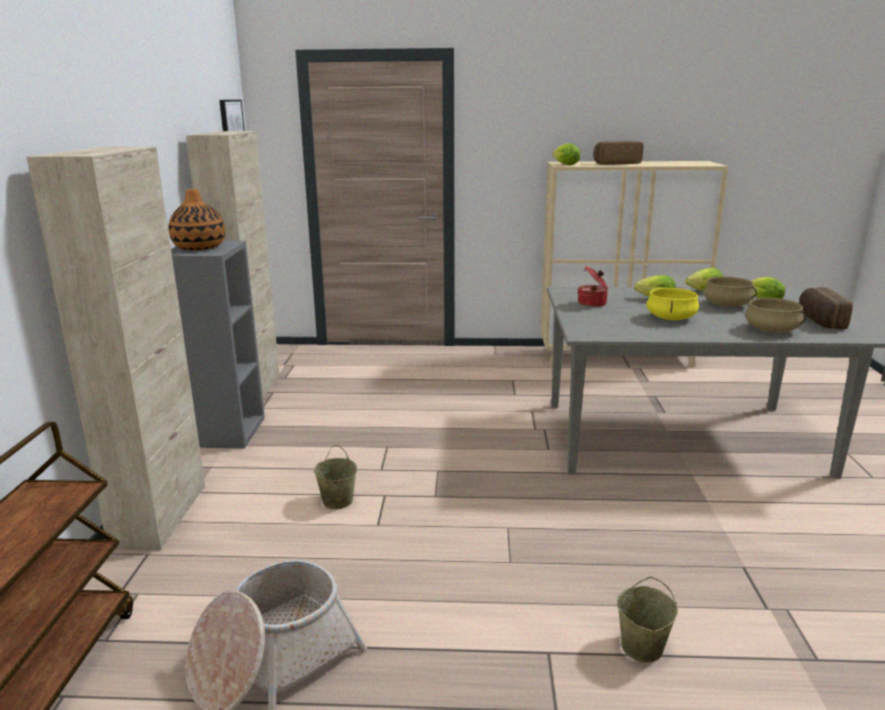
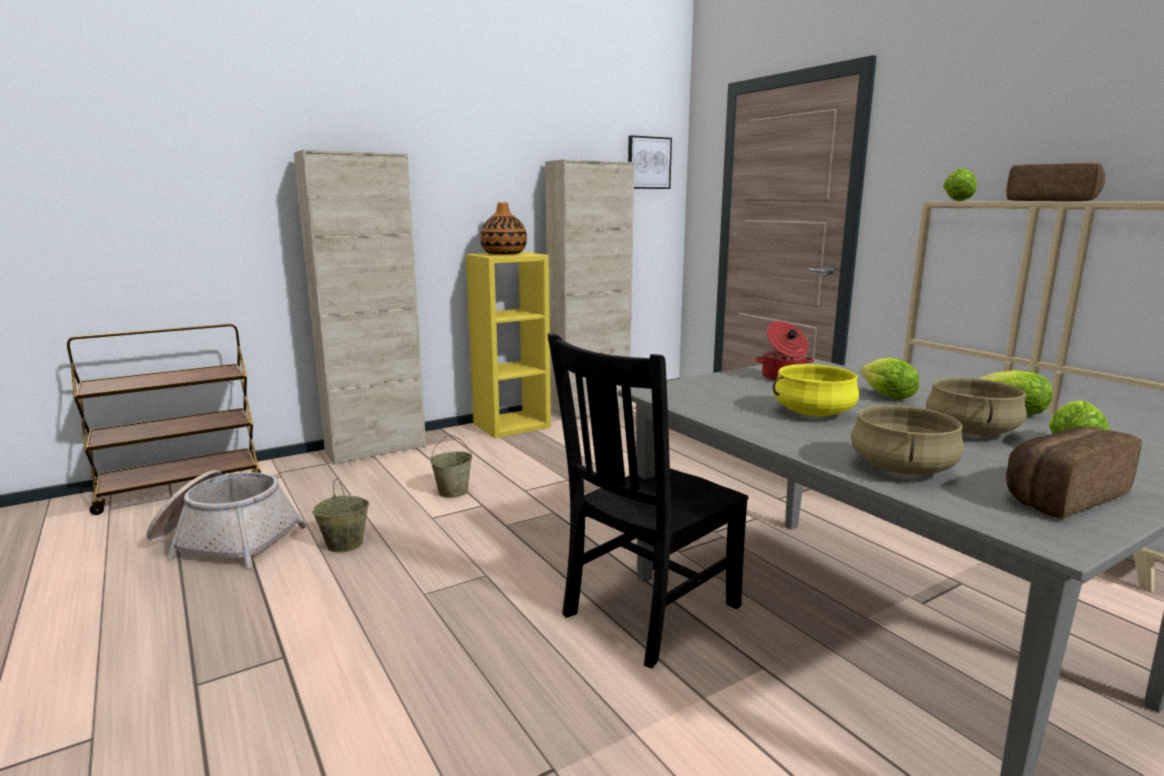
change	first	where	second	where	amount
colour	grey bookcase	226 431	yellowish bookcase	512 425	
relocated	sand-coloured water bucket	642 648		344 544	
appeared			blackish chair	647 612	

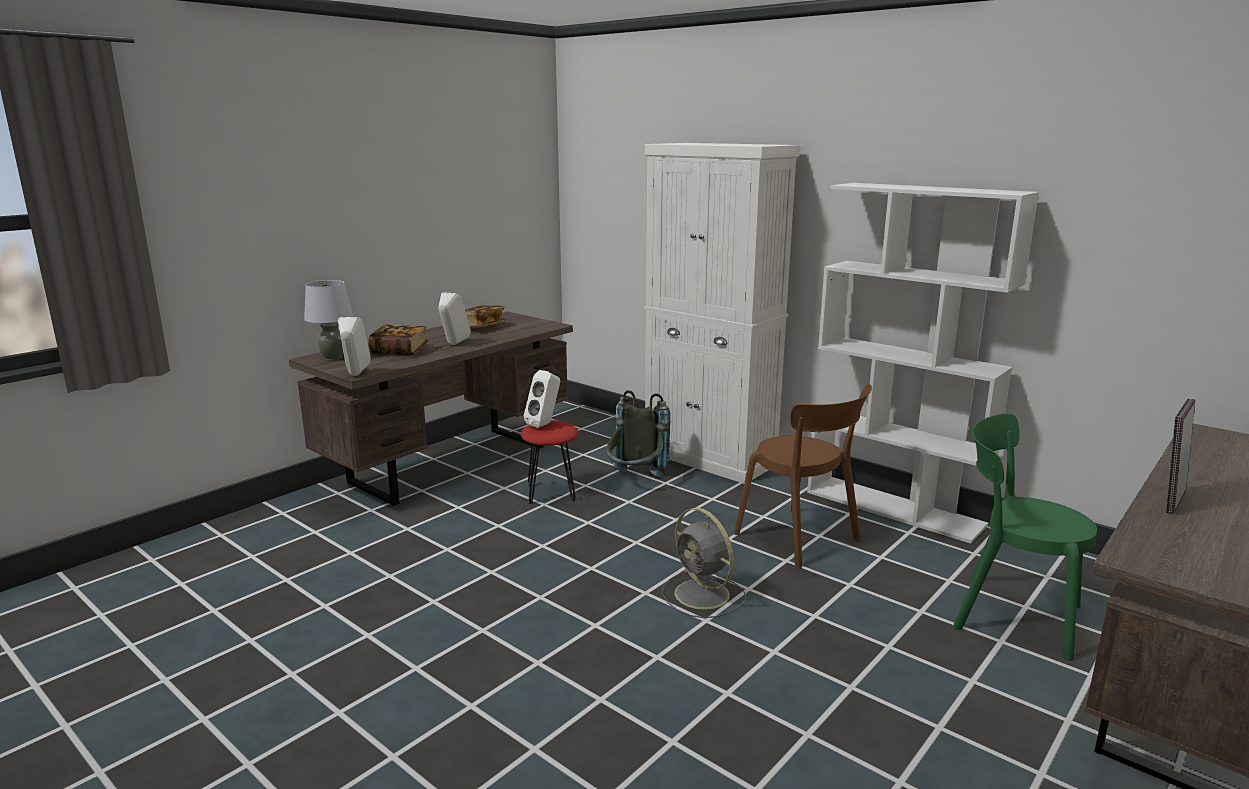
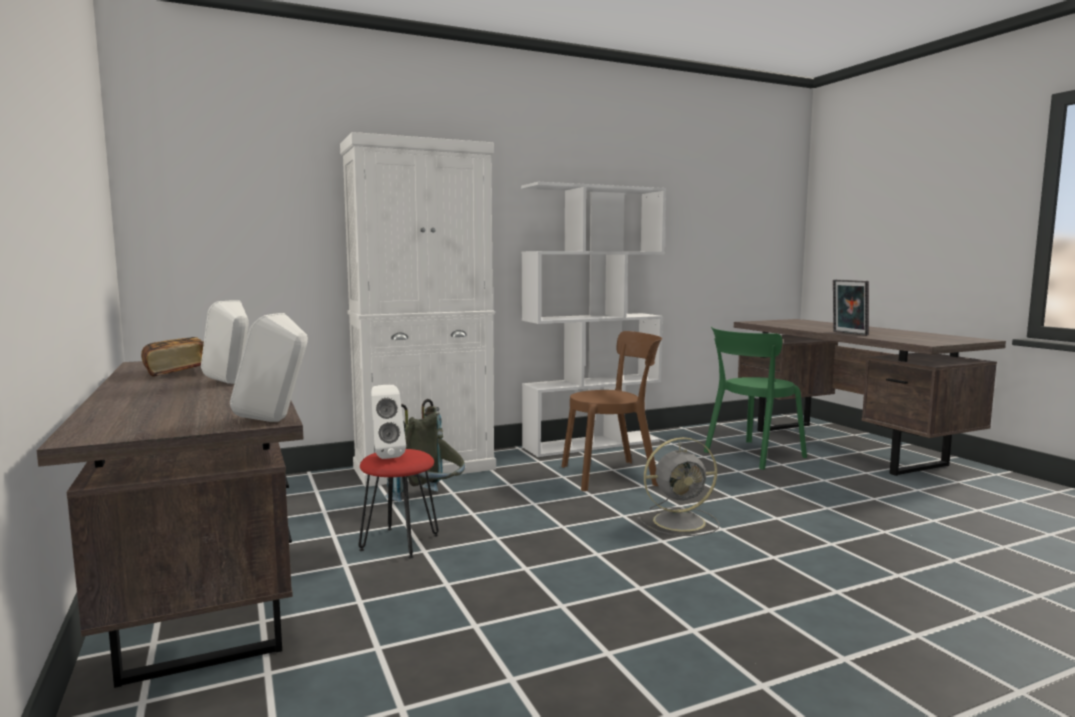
change	first	where	second	where	amount
missing	grey lamp for a table	333 358			
missing	volume	399 351			

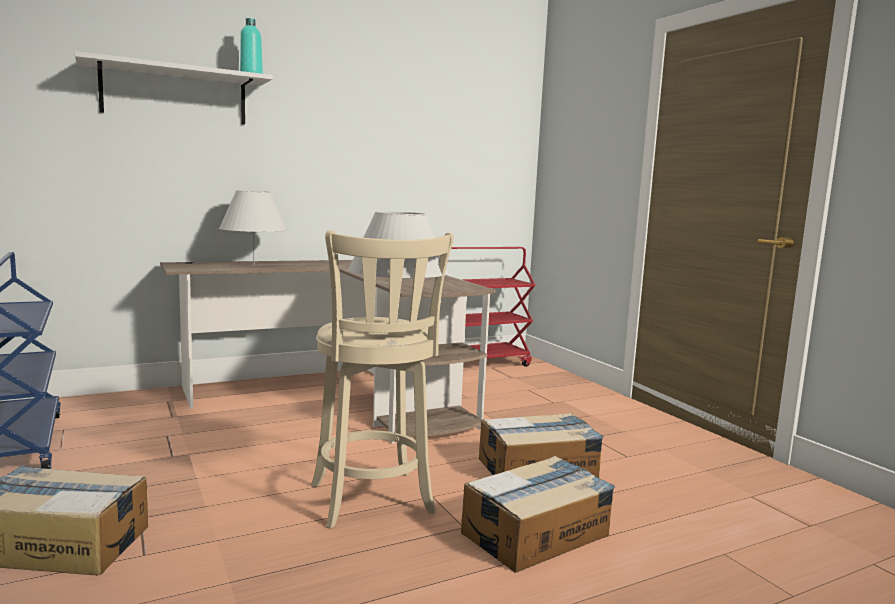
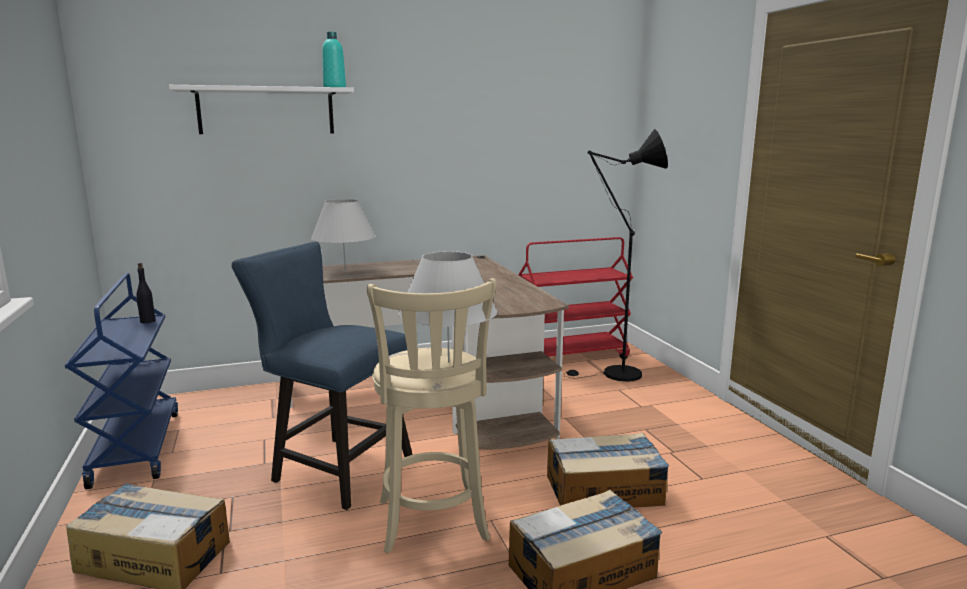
change	first	where	second	where	amount
appeared			blackish drink bottle	147 321	
appeared			blue chair	334 467	
appeared			blackish standing lamp	615 374	

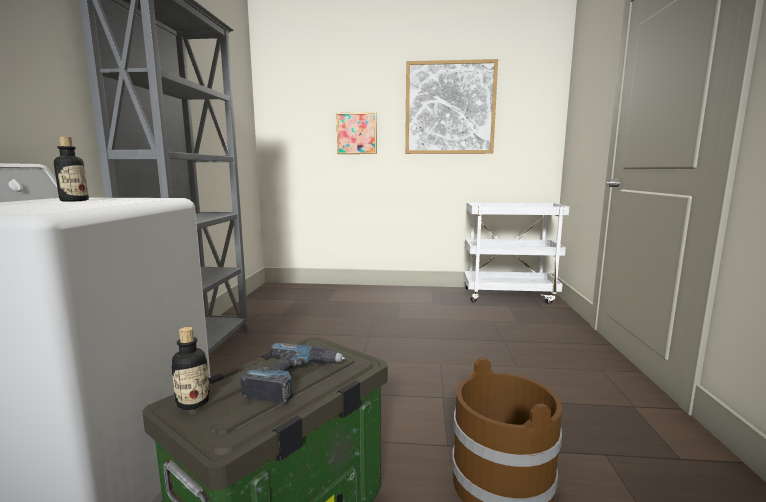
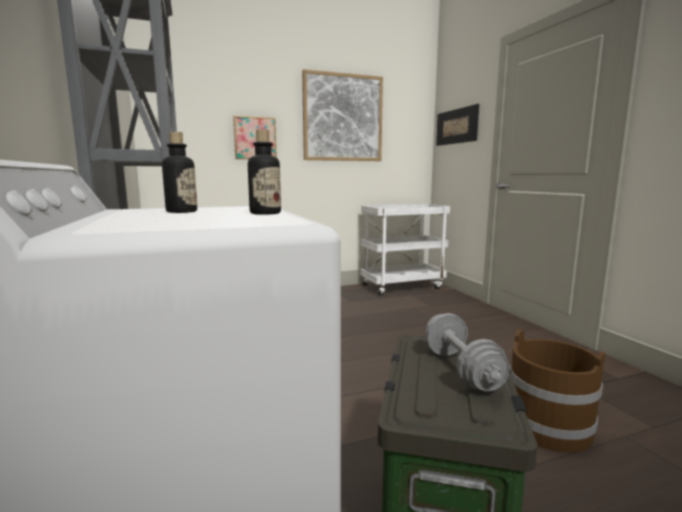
change	first	where	second	where	amount
relocated	drink bottle	193 402		265 213	
exchanged	drill	293 378	grey hand weight	461 369	
appeared			wall picture	456 126	

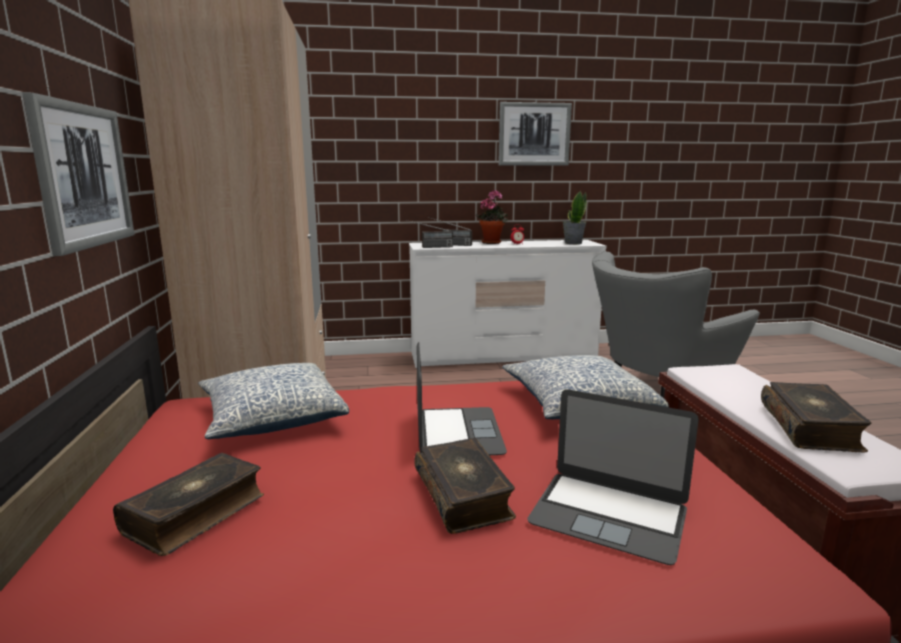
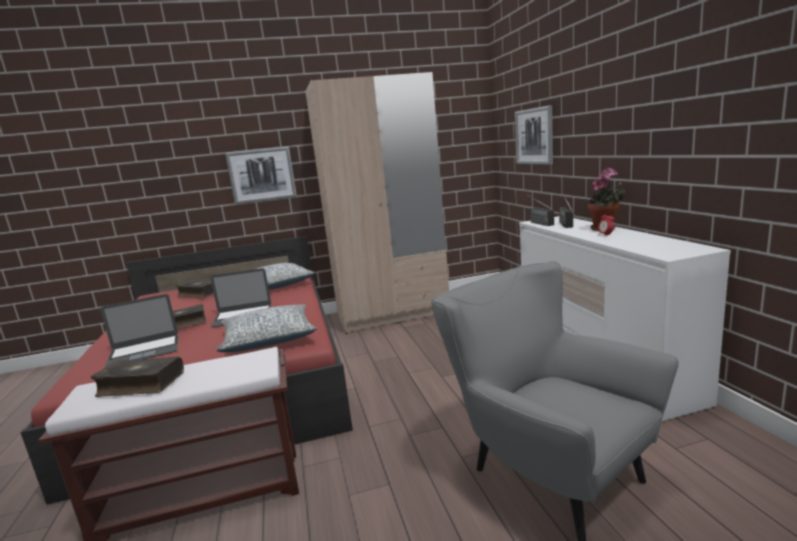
change	first	where	second	where	amount
relocated	wall picture	534 134		534 136	
spun	laptop	608 514		144 351	135 degrees counterclockwise
missing	potted plant	573 243			

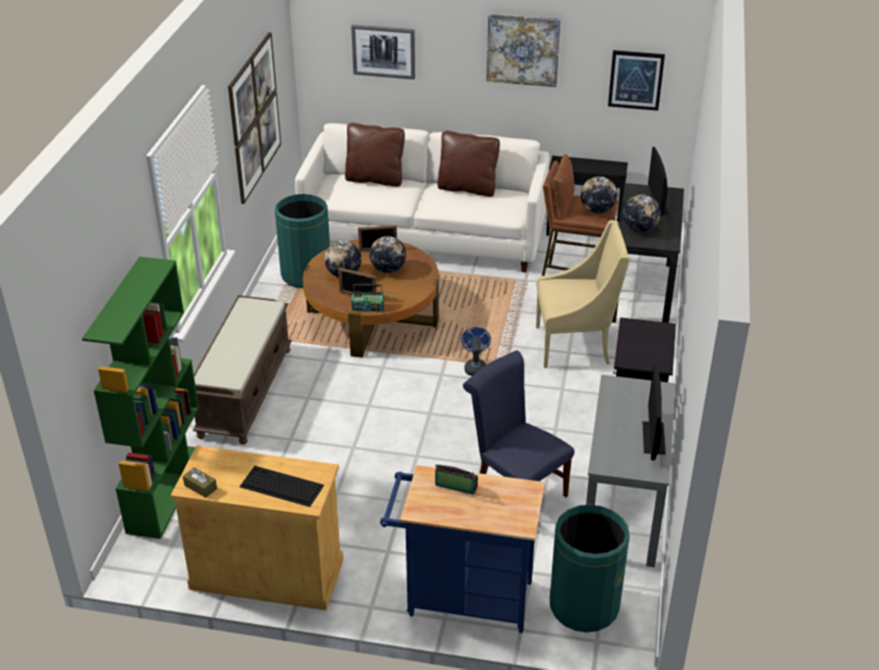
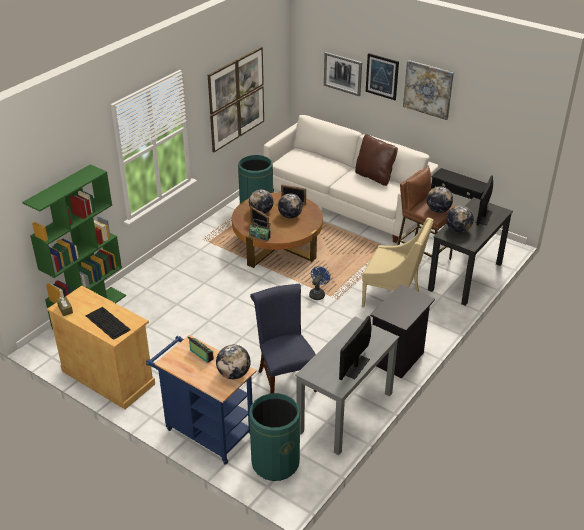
change	first	where	second	where	amount
missing	brownish bench	245 391			
missing	brownish cushion	375 179			
relocated	wall picture	636 80		382 76	
appeared			desk globe	234 374	

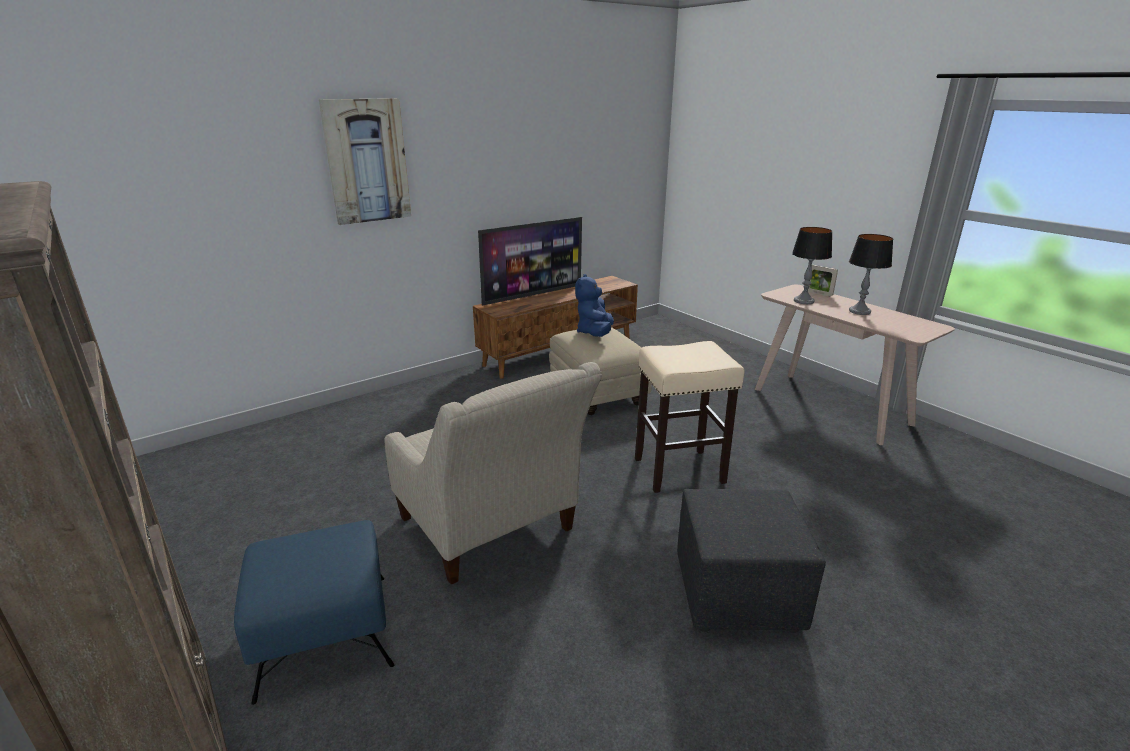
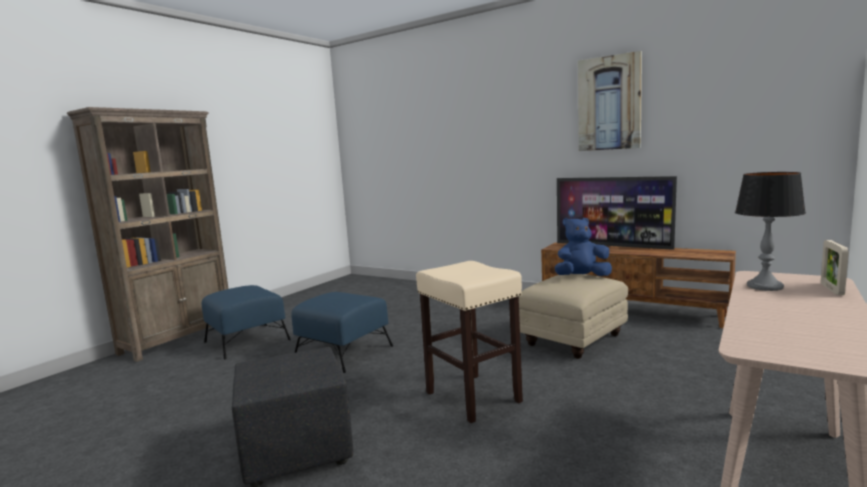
change	first	where	second	where	amount
relocated	wall picture	367 161		609 103	
exchanged	sand-coloured armchair	492 531	blue footrest	343 352	
missing	lamp for a table	859 311			

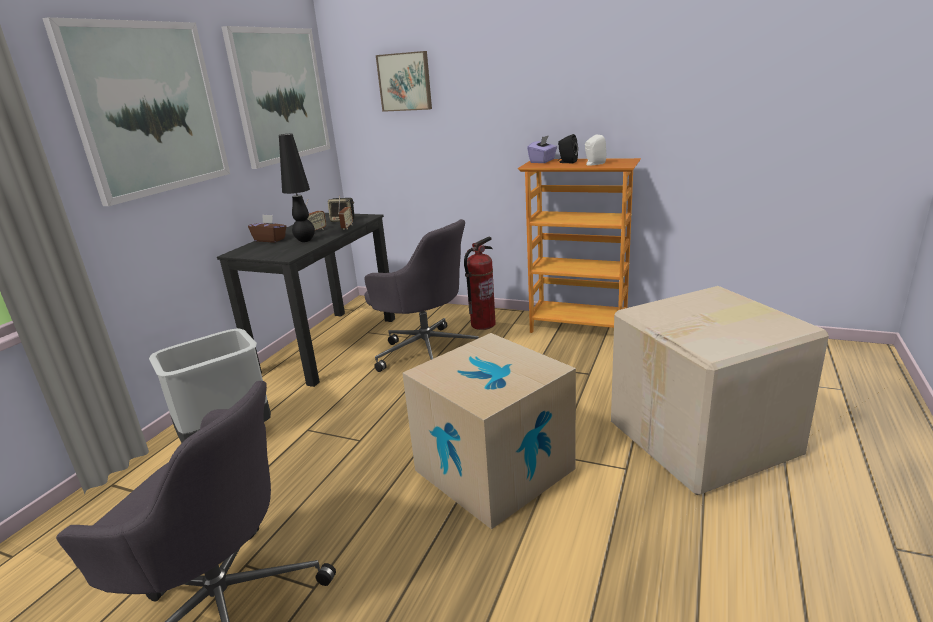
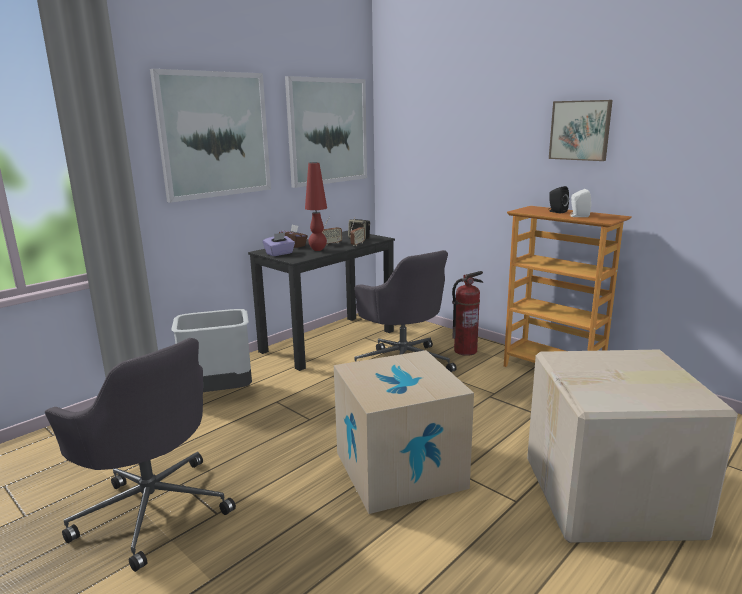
change	first	where	second	where	amount
colour	blackish lamp for a table	305 240	red lamp for a table	317 250	
relocated	wall picture	405 82		580 130	
relocated	purplish tissue holder	543 161		279 253	

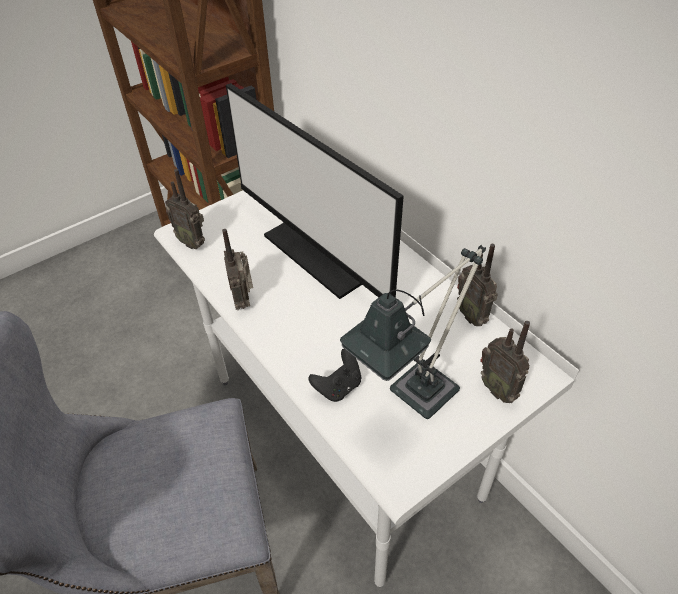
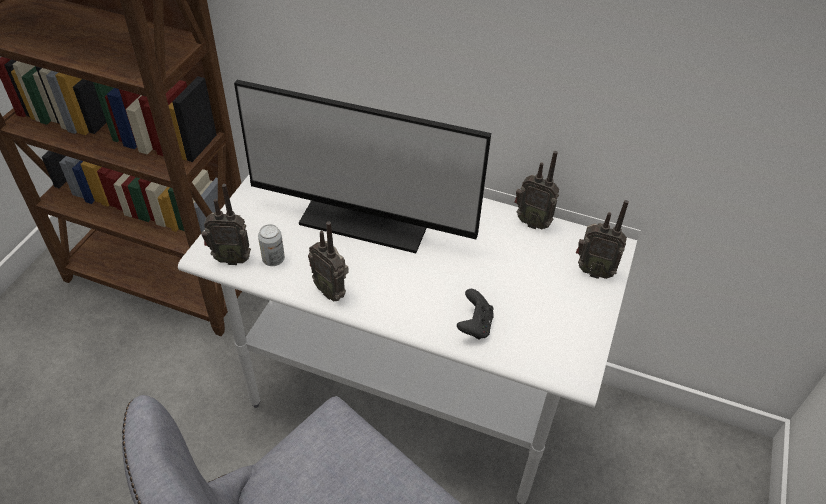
change	first	where	second	where	amount
missing	lamp for a table	413 400			
appeared			sealed can	273 259	

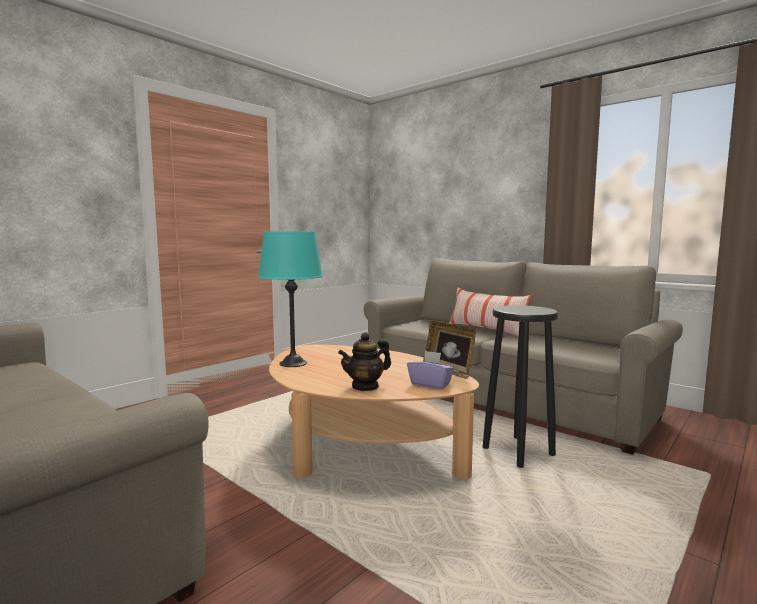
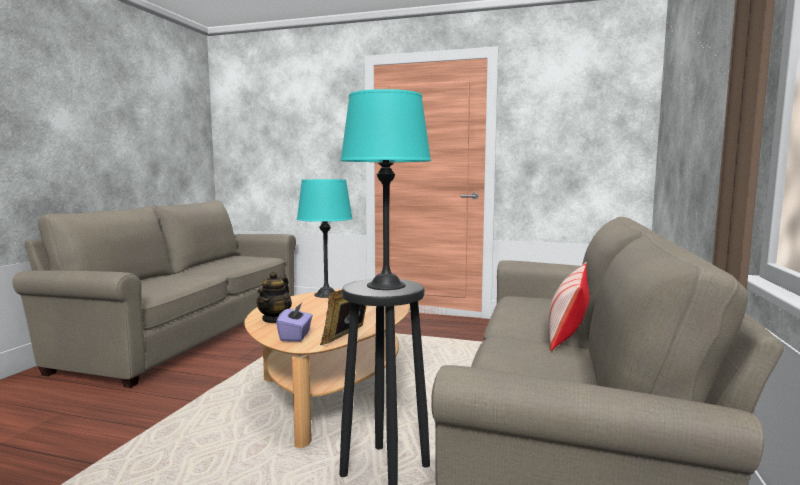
change	first	where	second	where	amount
spun	pot for tea	365 386		275 319	105 degrees counterclockwise
appeared			turquoise lamp for a table	386 285	

